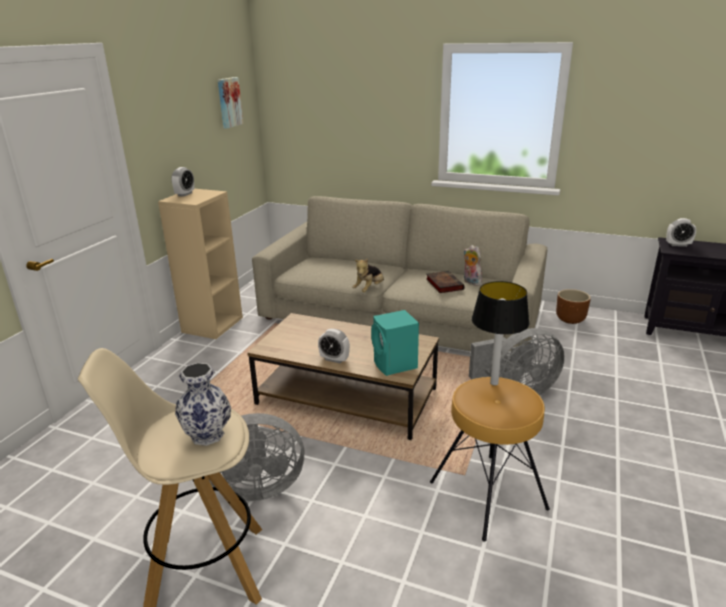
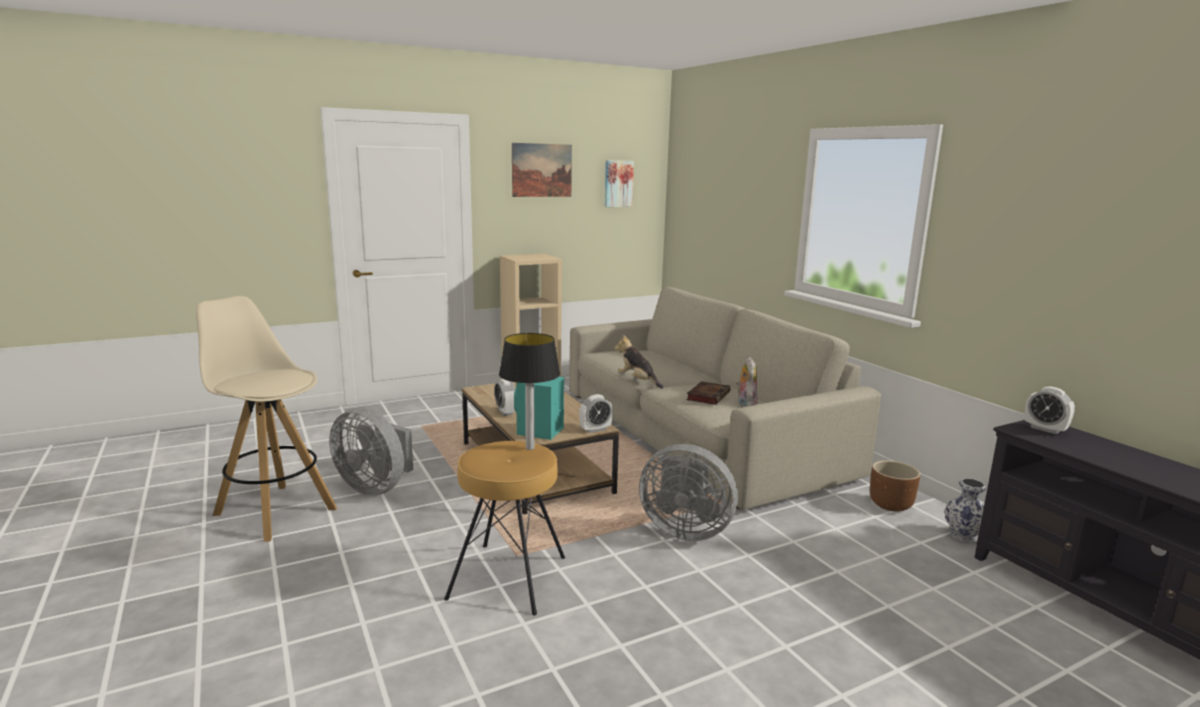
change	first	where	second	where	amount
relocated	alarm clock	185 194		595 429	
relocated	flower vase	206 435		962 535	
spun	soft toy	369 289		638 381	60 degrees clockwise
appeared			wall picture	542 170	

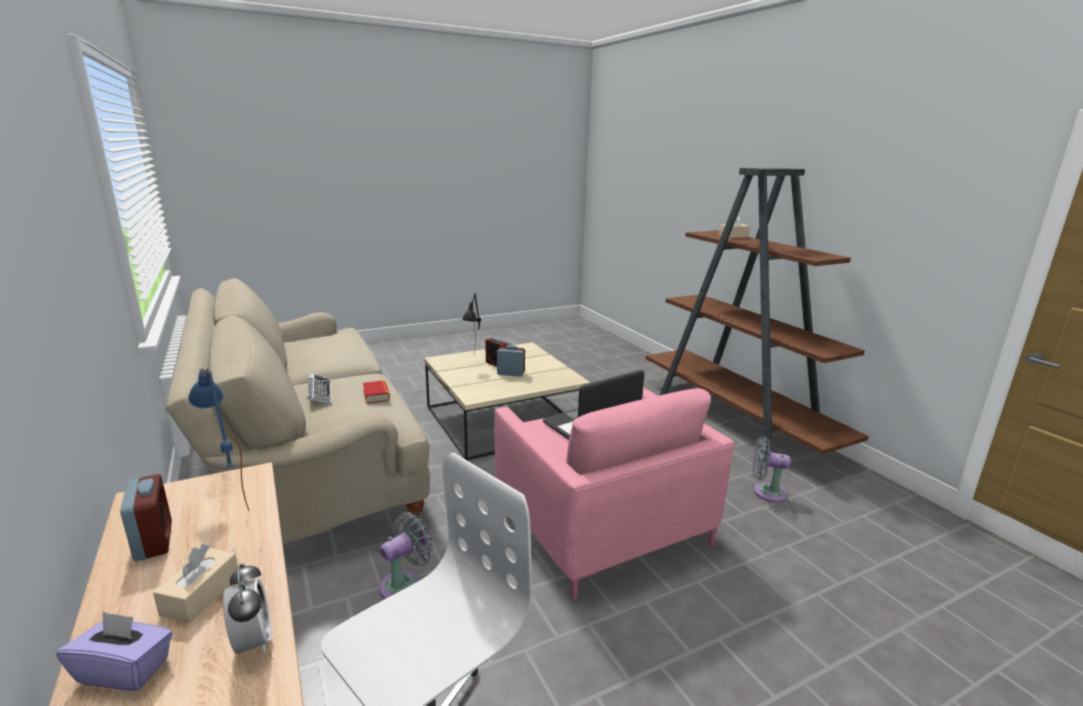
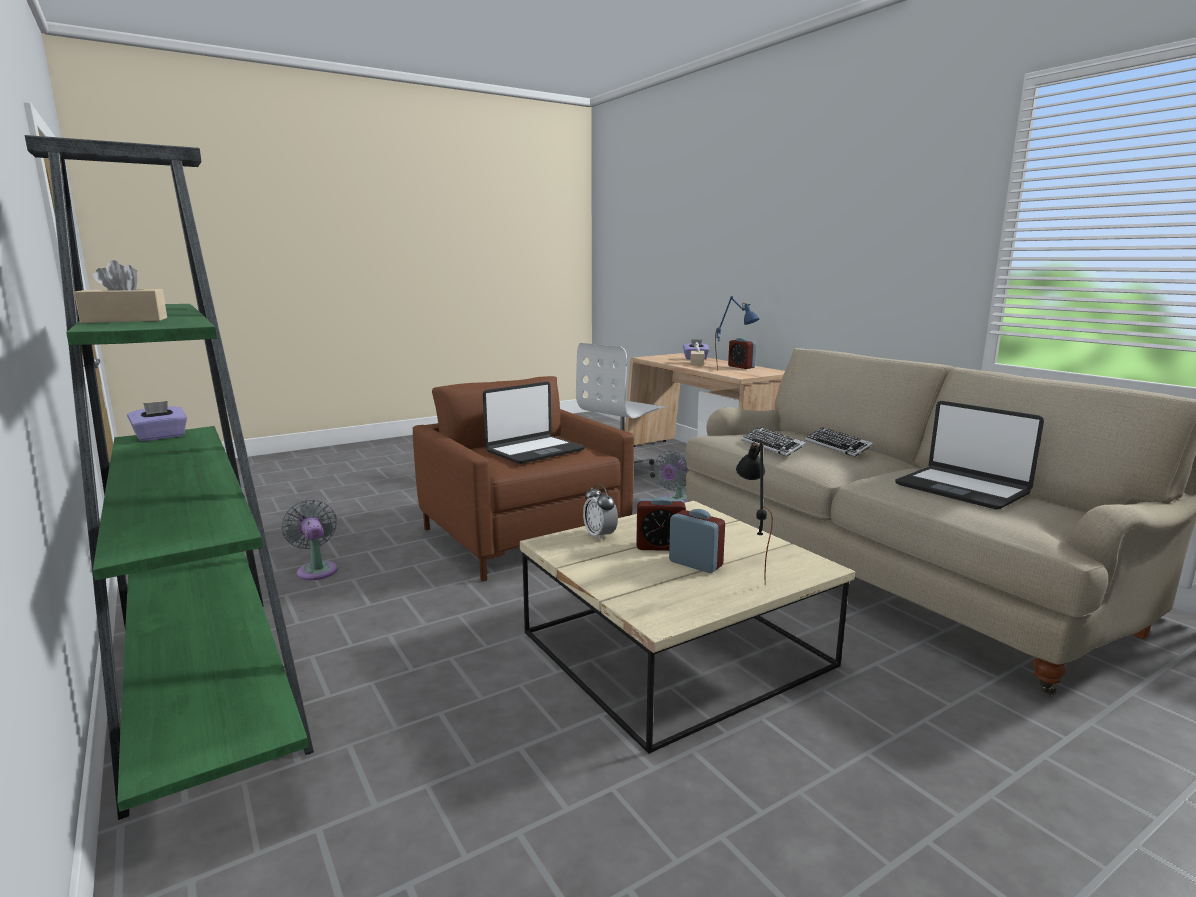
change	first	where	second	where	amount
relocated	alarm clock	253 642		600 535	
exchanged	volume	376 395	PC keyboard	772 446	
colour	pink armchair	601 524	brownish armchair	523 536	
colour	brownish bookcase	736 421	green-coloured bookcase	205 682	
spun	grey cooling fan	766 492		316 570	135 degrees counterclockwise
appeared			purplish tissue holder	161 437	
appeared			laptop	962 489	

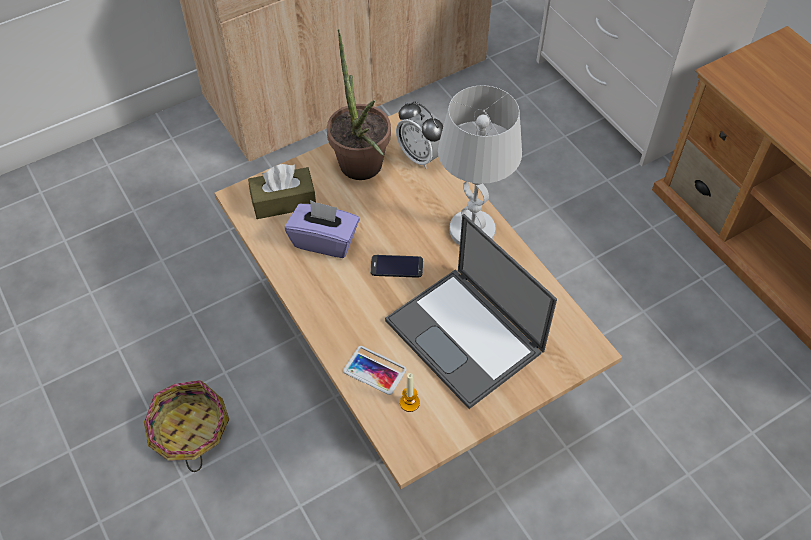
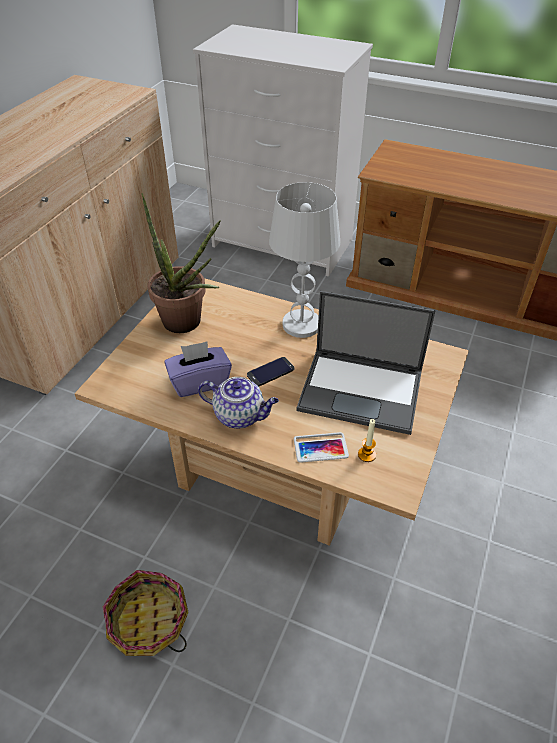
change	first	where	second	where	amount
missing	brownish tissue holder	284 201			
missing	alarm clock	421 156			
appeared			pot for tea	240 415	

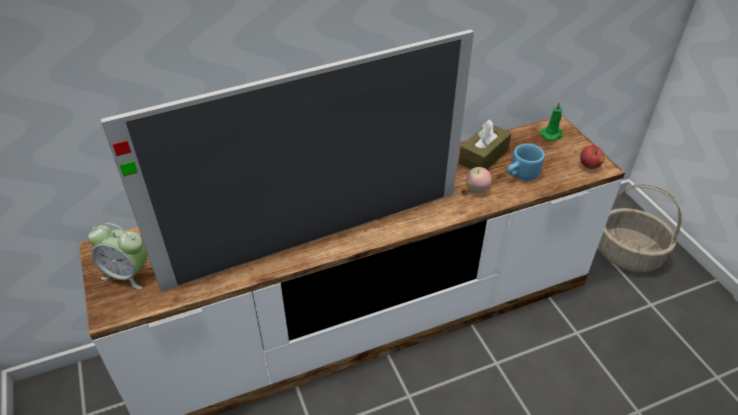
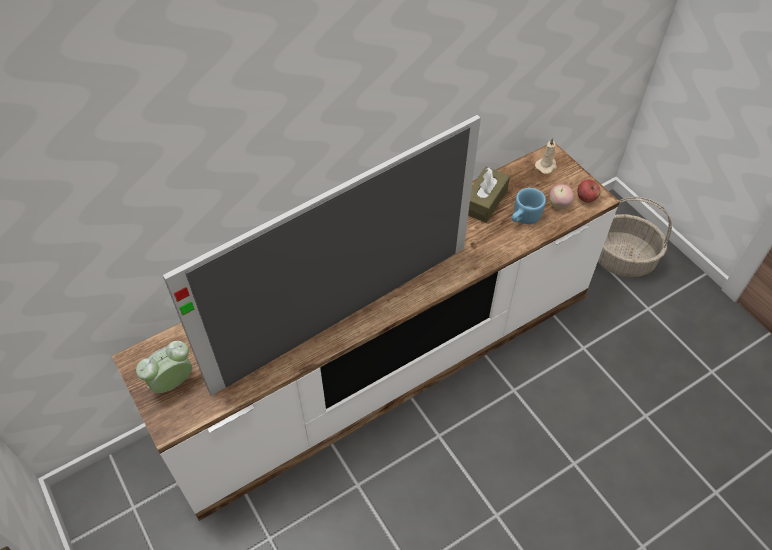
change	first	where	second	where	amount
spun	alarm clock	127 274		172 383	135 degrees clockwise
relocated	apple fruit	477 190		558 205	
colour	green-coloured wax light	552 134	sand-coloured wax light	546 166	

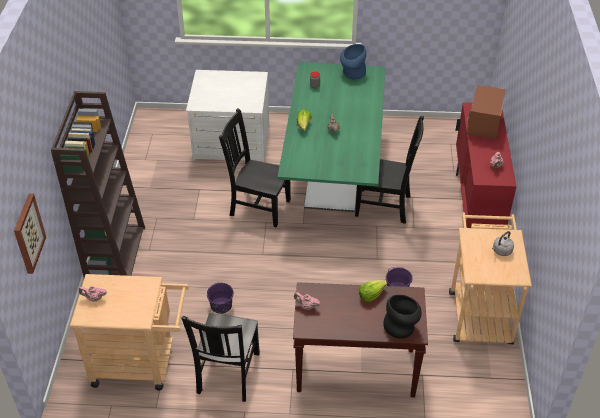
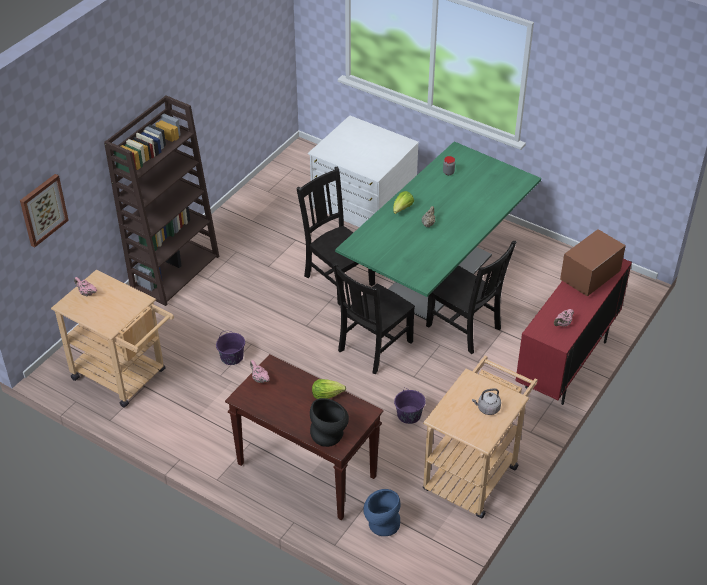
change	first	where	second	where	amount
relocated	blackish chair	227 375		373 347	
relocated	blue flower vase	352 73		381 523	

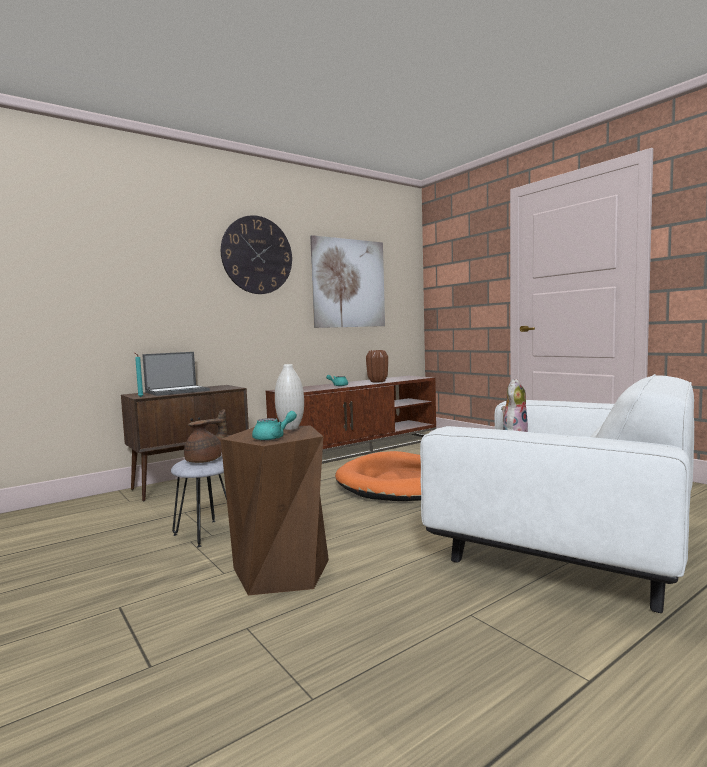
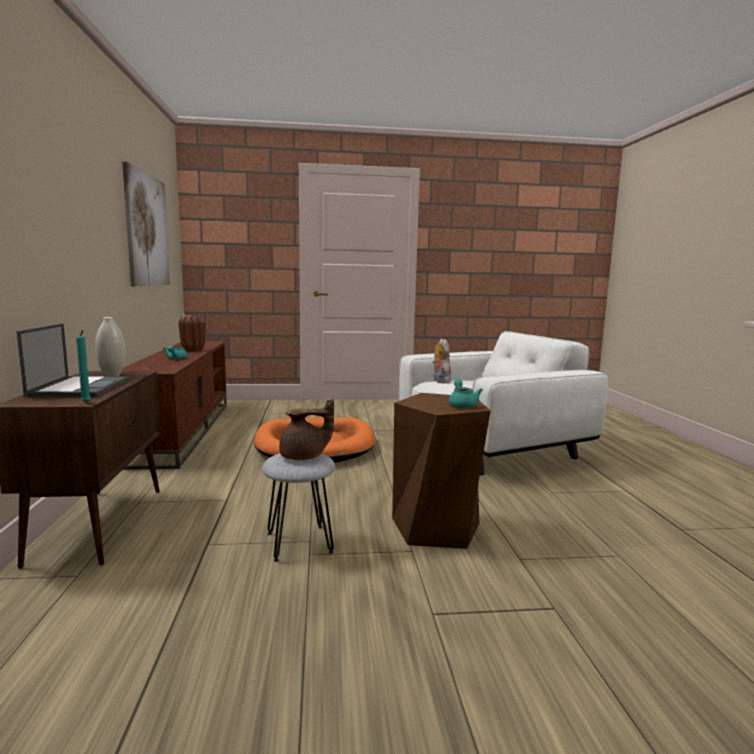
change	first	where	second	where	amount
spun	brownish pot for tea	206 460		304 457	90 degrees clockwise
missing	hanging clock	257 255			
relocated	white flower vase	290 428		112 375	

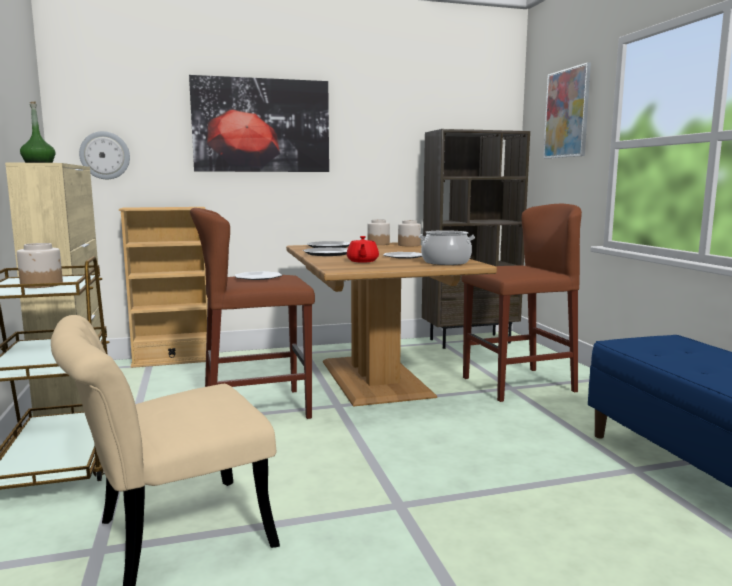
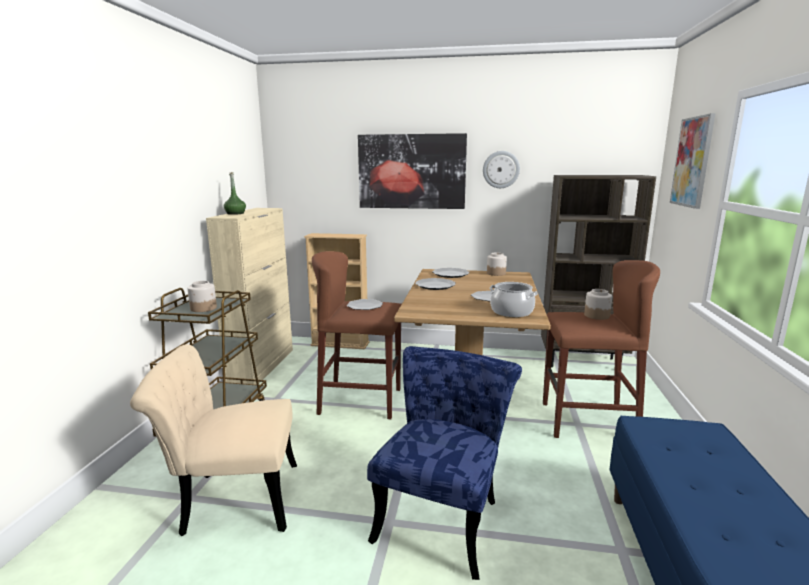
change	first	where	second	where	amount
relocated	hanging clock	105 155		501 169	
missing	red pot for tea	362 261			
relocated	preserve jar	409 245		596 315	
appeared			blue chair	443 514	

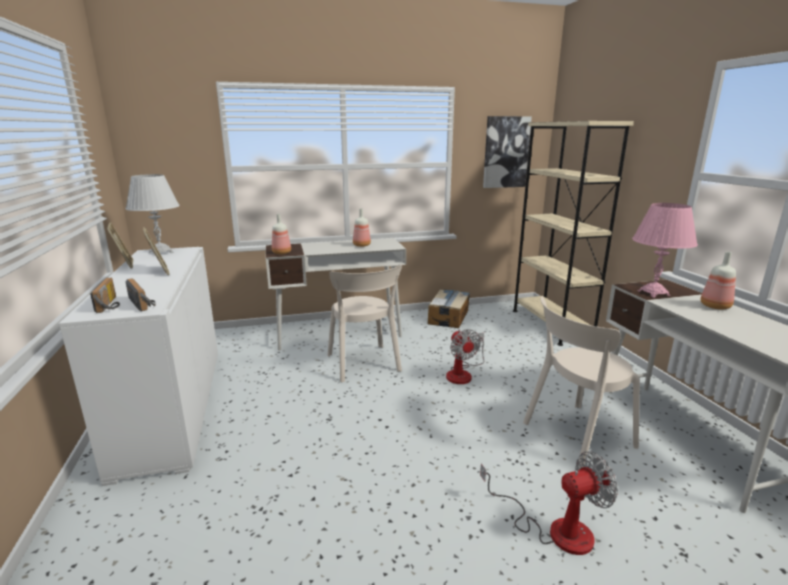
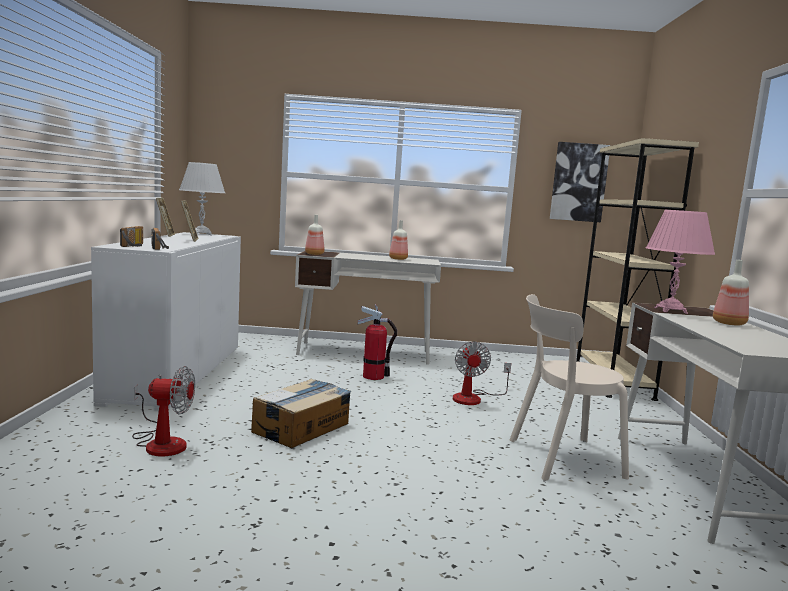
change	first	where	second	where	amount
exchanged	sand-coloured chair	364 365	fire-fighting cylinder	373 376	
relocated	packing box	448 317		302 427	
relocated	cooling fan	555 529		161 442	

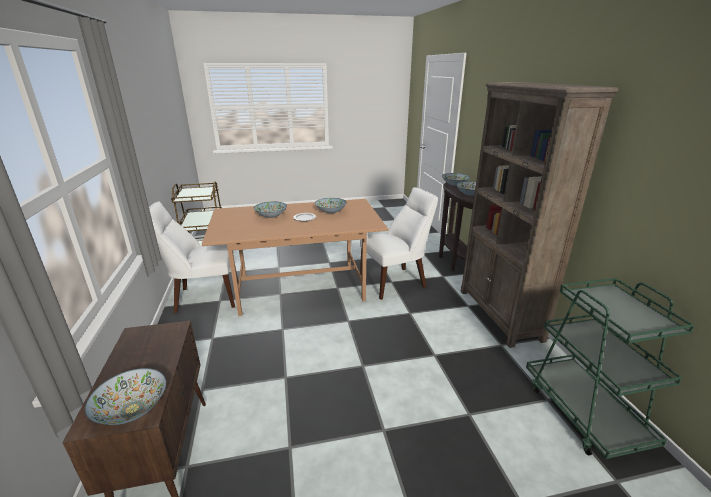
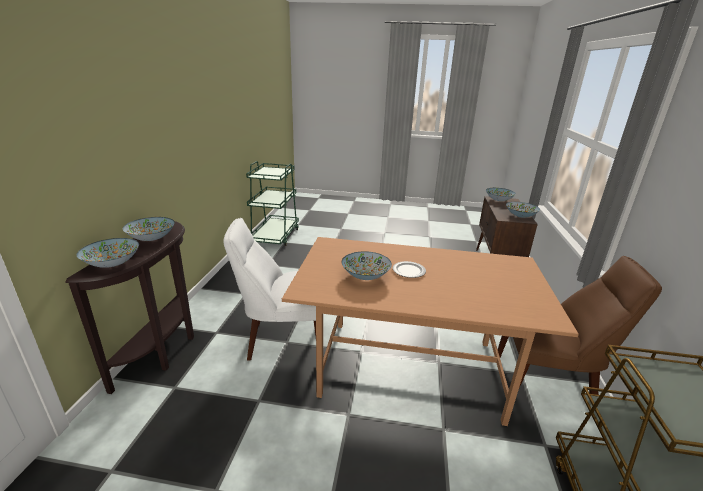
change	first	where	second	where	amount
colour	white chair	204 297	brownish chair	547 385	
relocated	bowl	271 216		520 216	
missing	brownish bookcase	499 314			

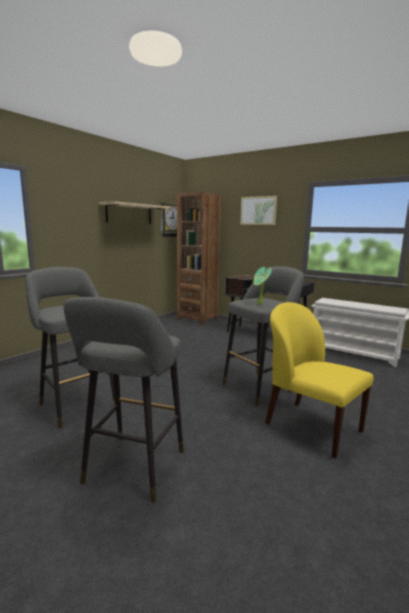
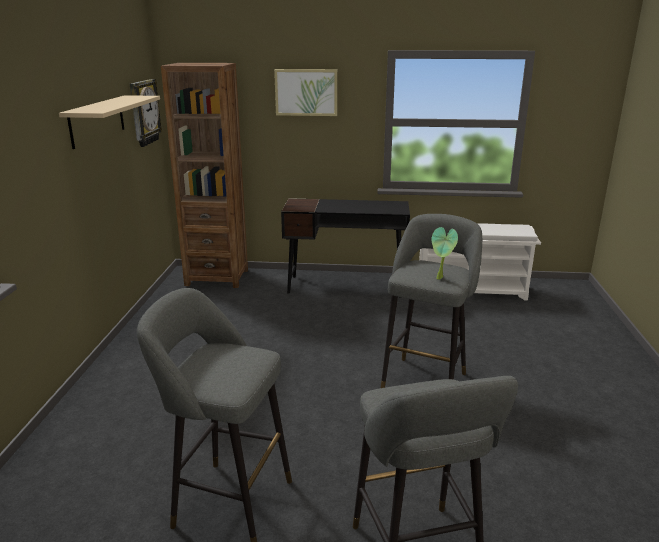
change	first	where	second	where	amount
missing	yellowish chair	311 426			

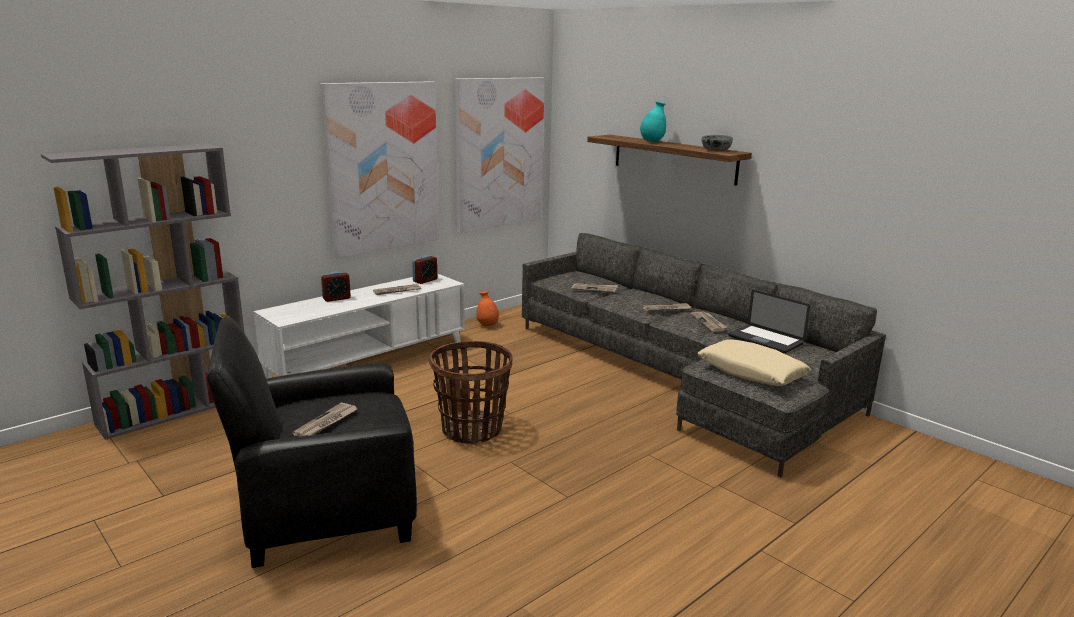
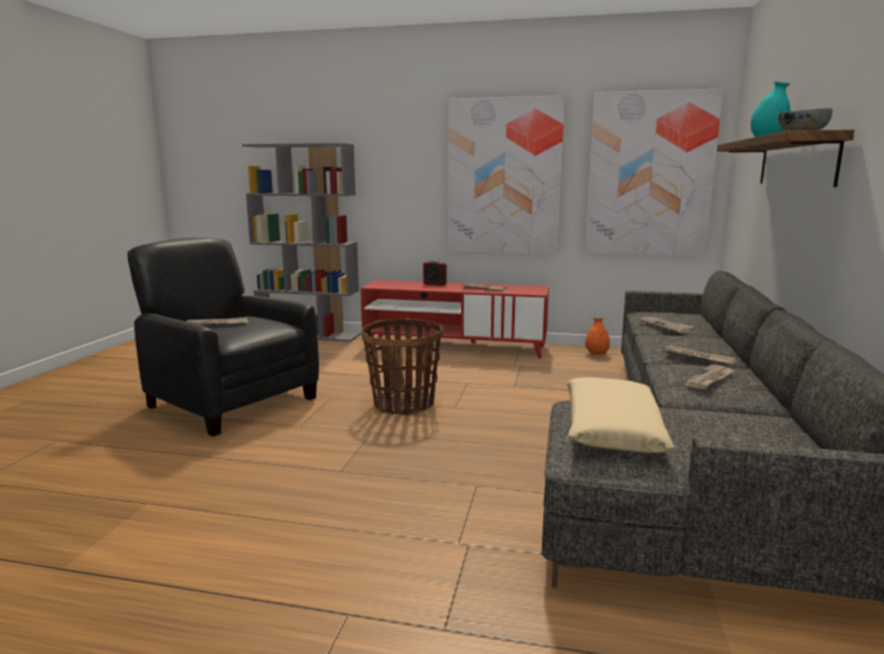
change	first	where	second	where	amount
colour	white media console	369 360	red media console	455 346	
missing	alarm clock	425 280			
missing	laptop	765 340			

